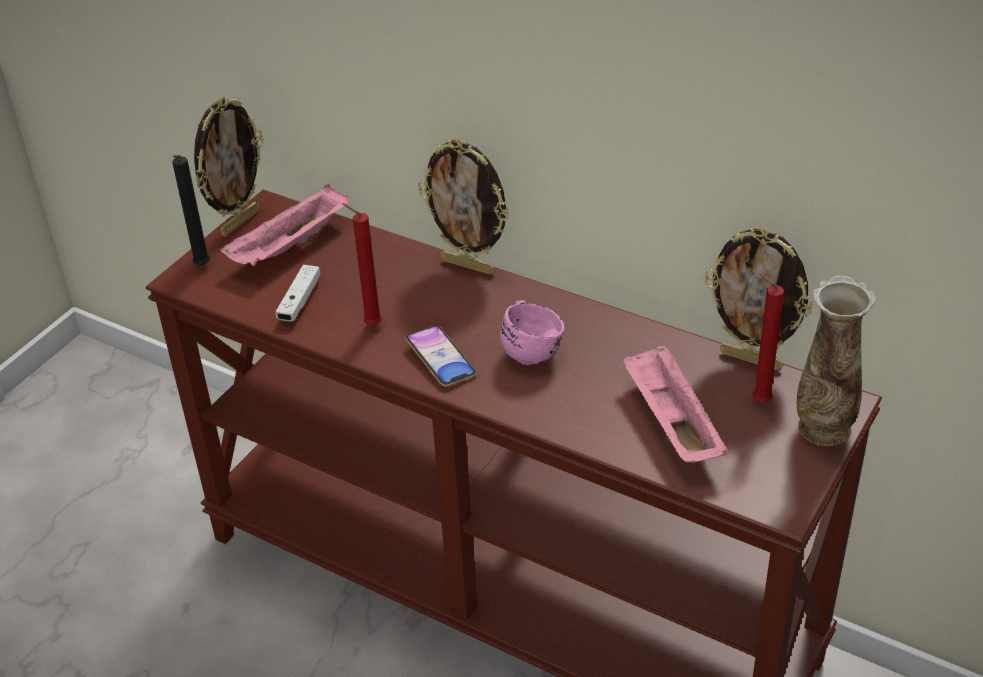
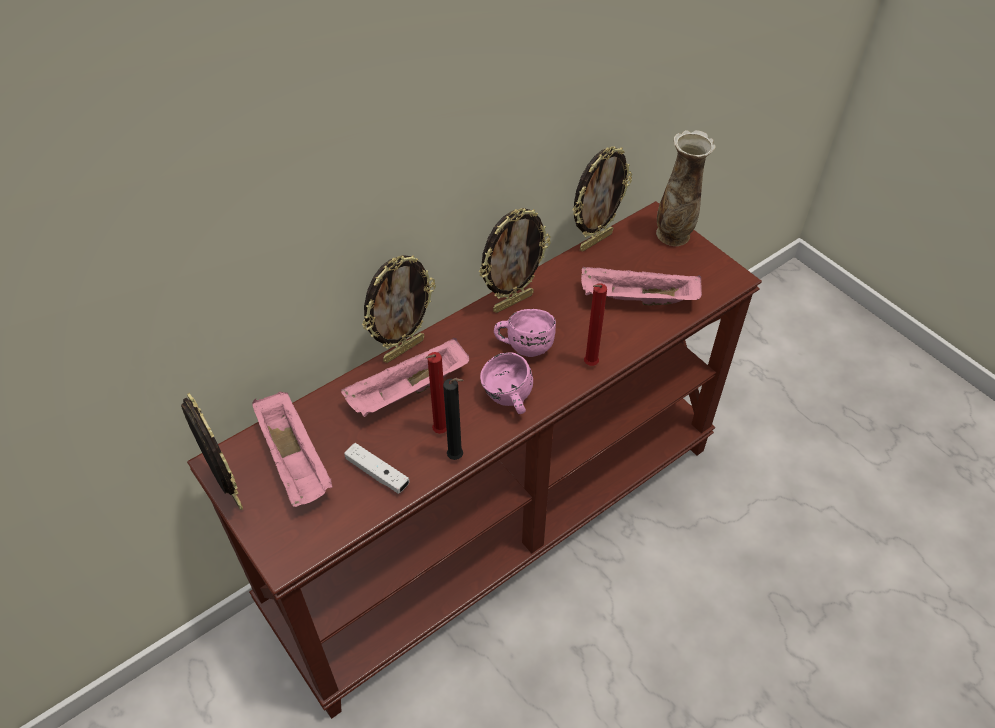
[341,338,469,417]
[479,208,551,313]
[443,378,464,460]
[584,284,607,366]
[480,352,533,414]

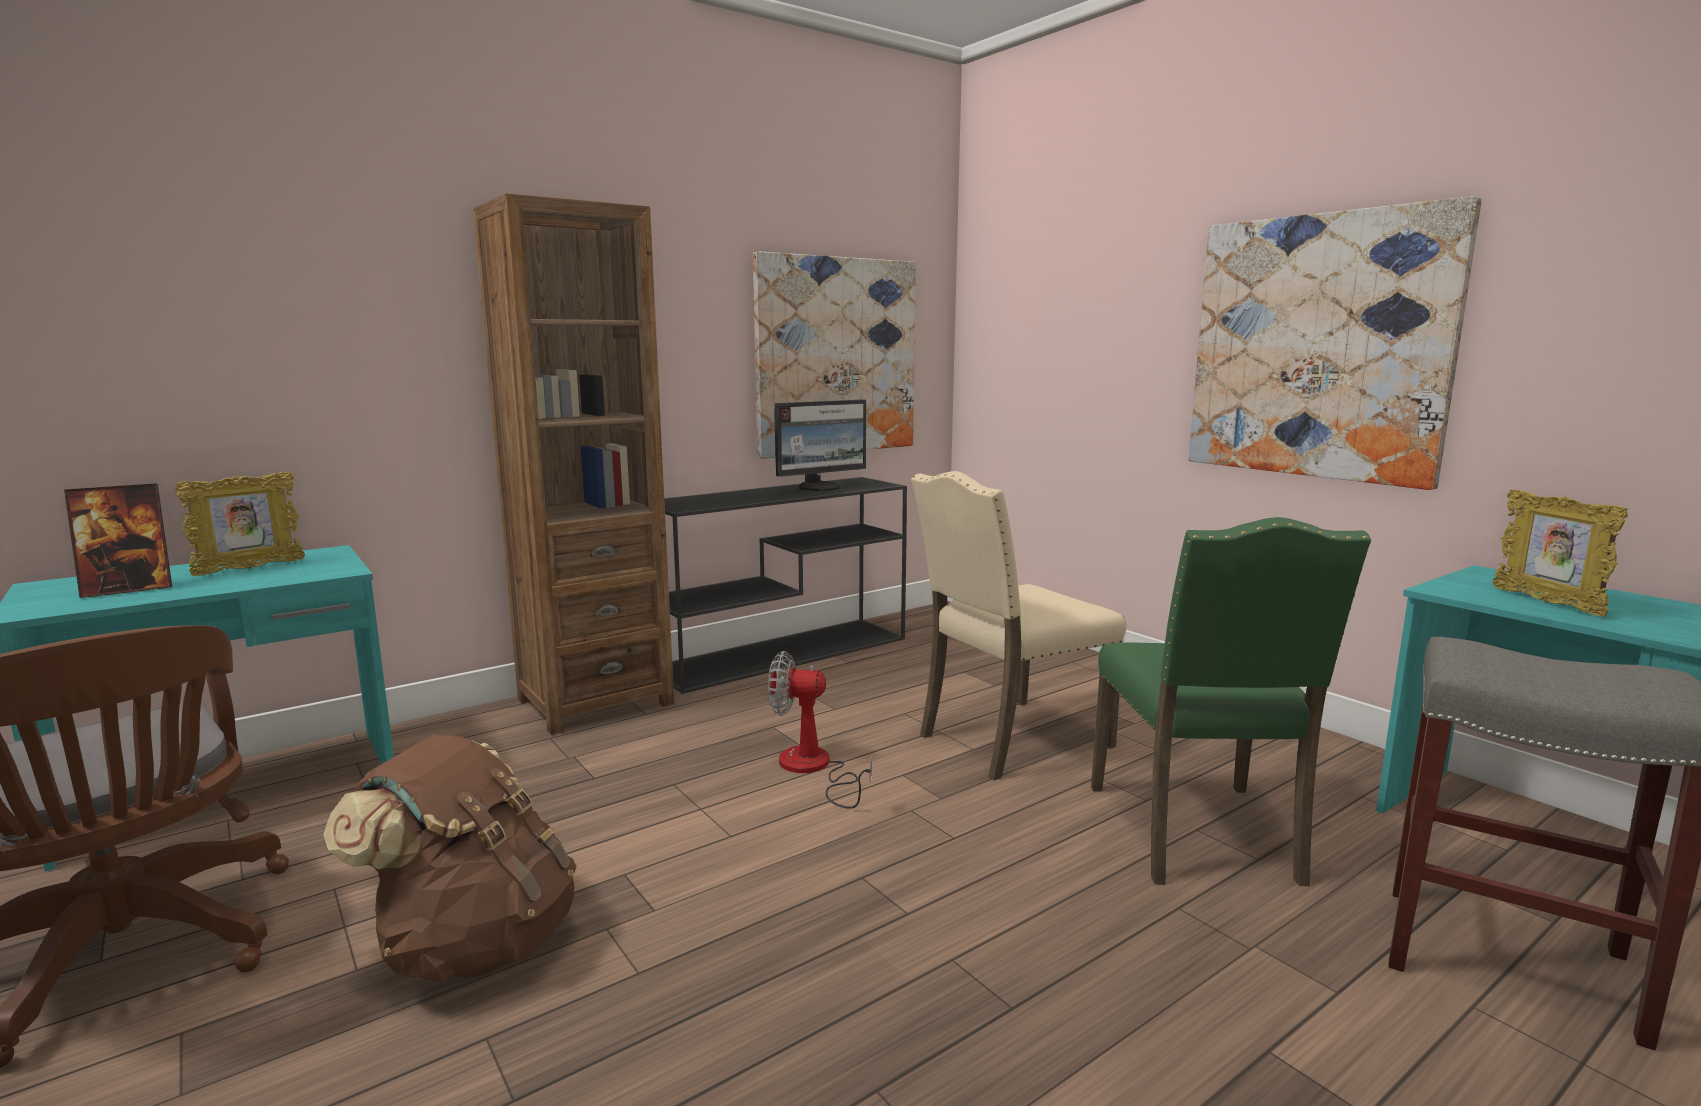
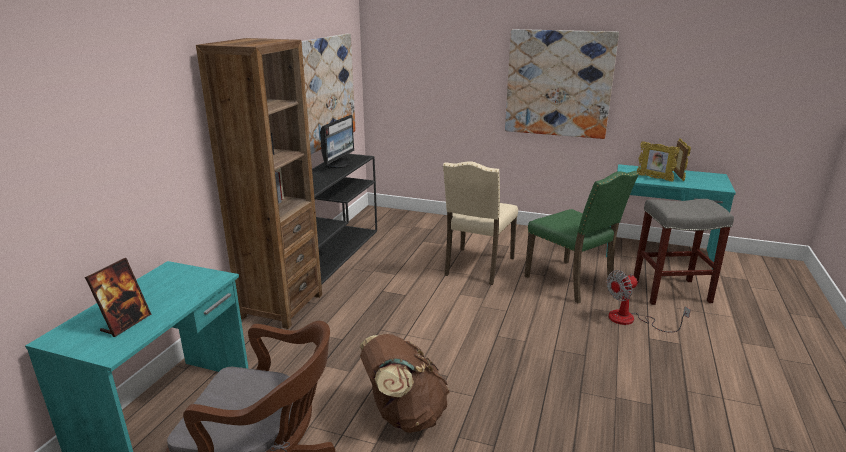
[674,138,691,181]
[606,270,691,333]

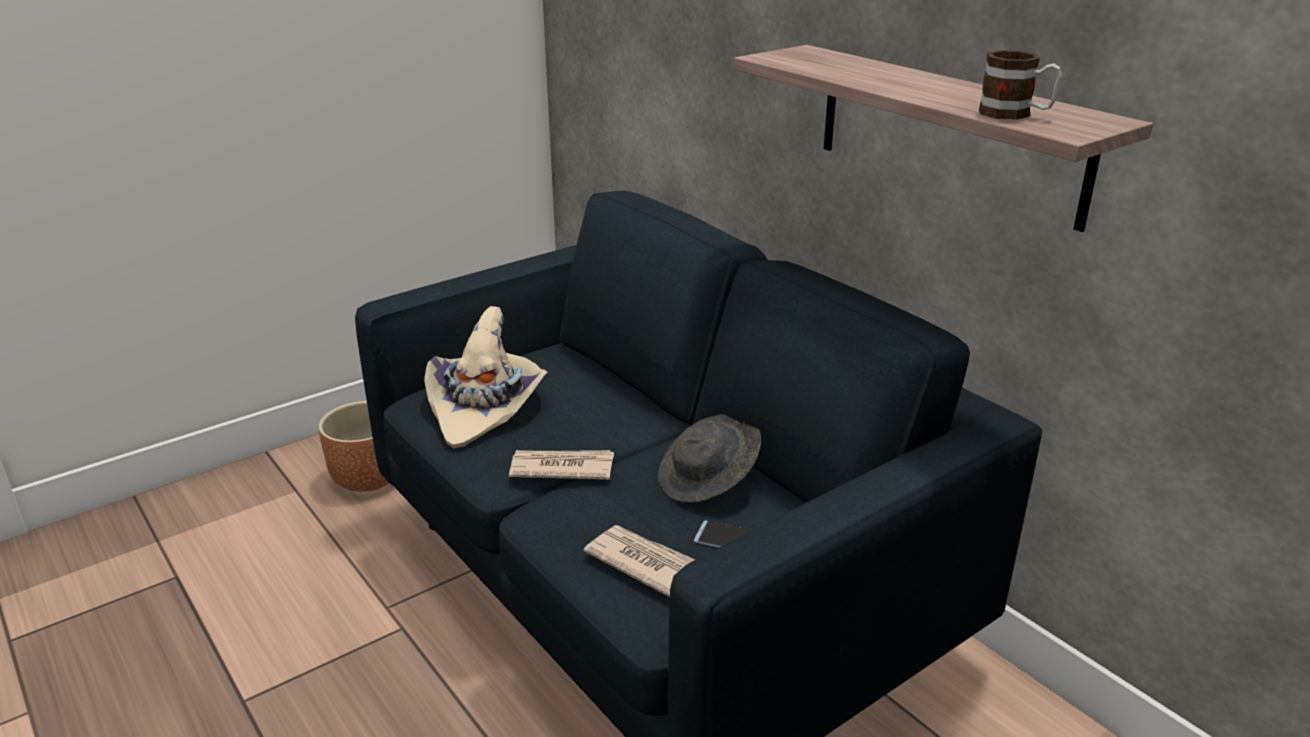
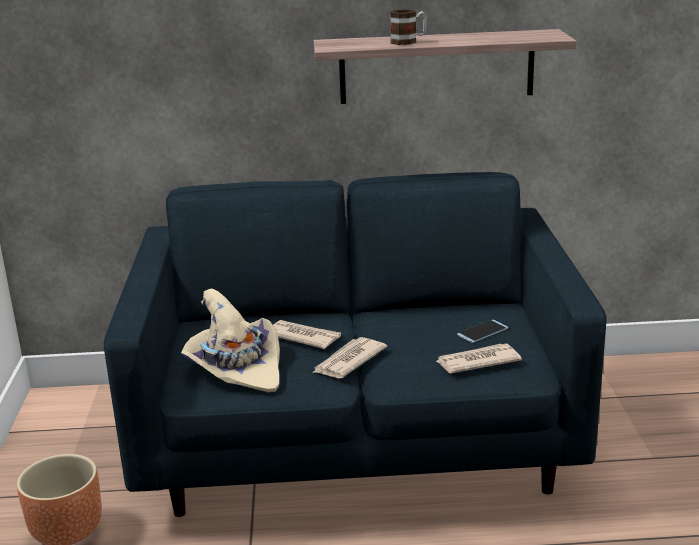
[658,414,761,503] (first image)
[273,320,341,349]
[390,9,427,45]

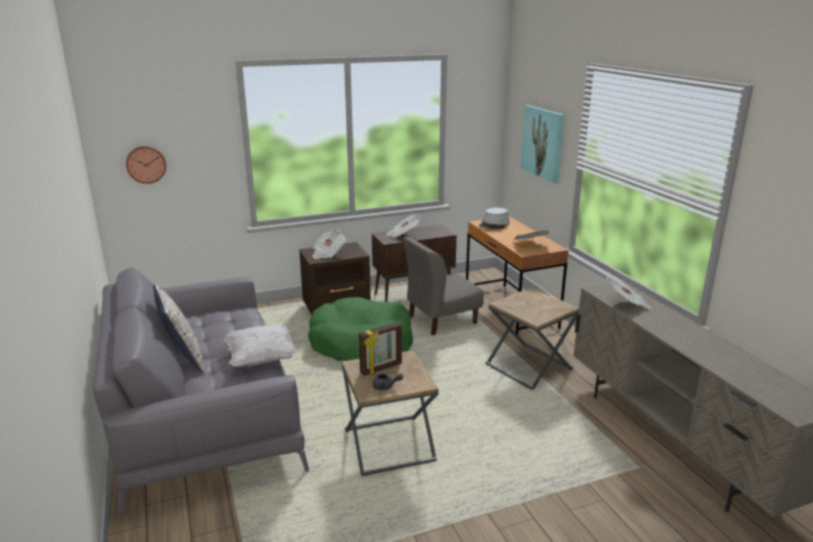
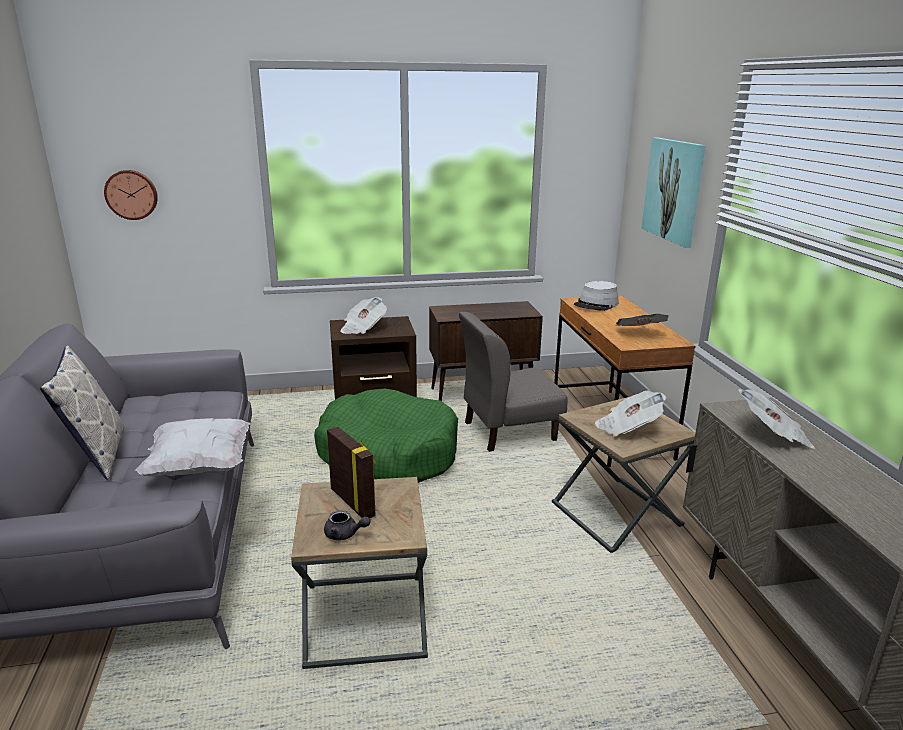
[595,391,667,437]
[327,427,376,518]

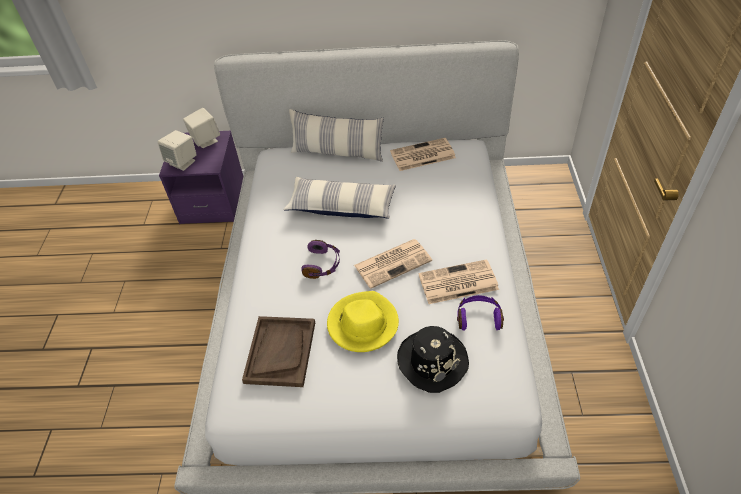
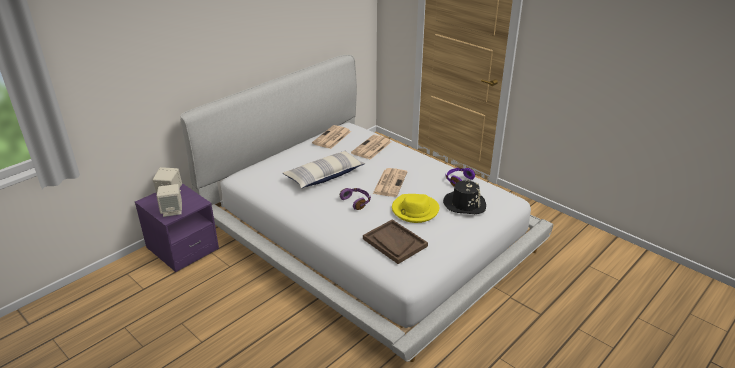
[289,109,384,162] (first image)
[351,135,391,160]

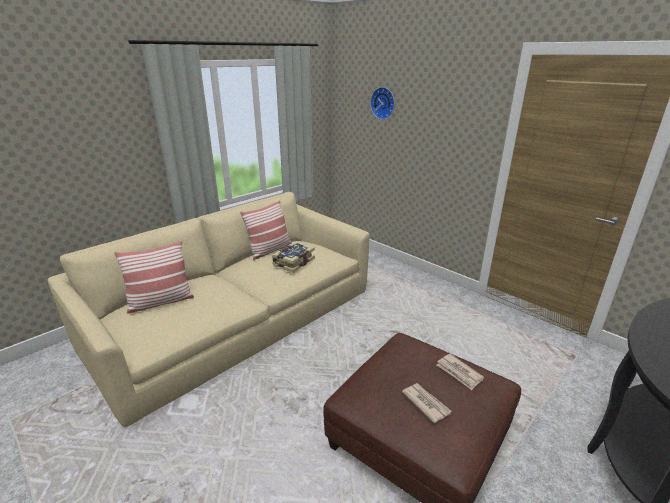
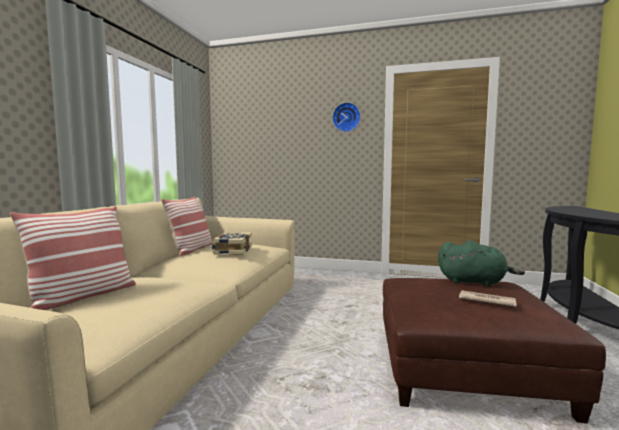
[332,102,361,132]
[438,240,525,286]

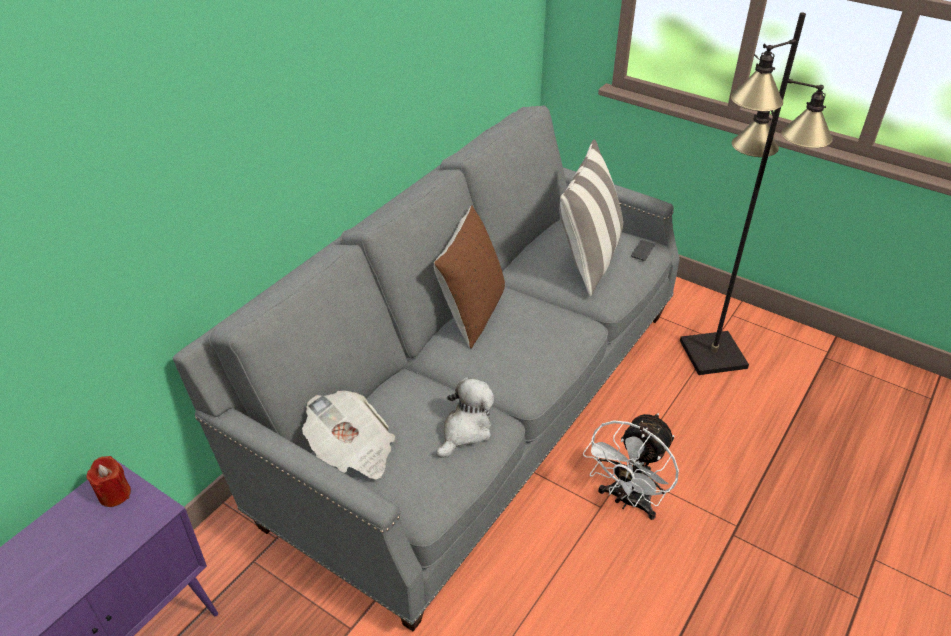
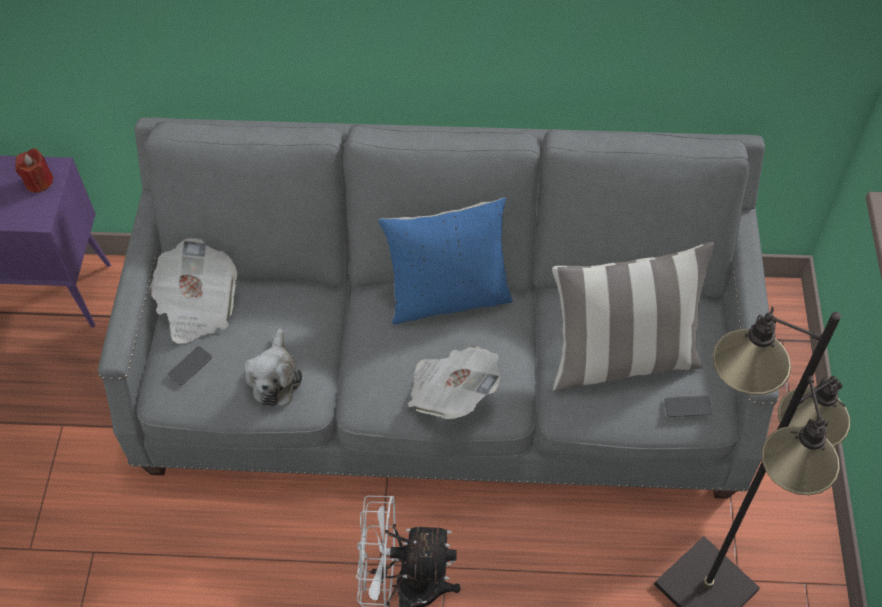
[168,346,212,385]
[408,346,500,419]
[378,197,513,324]
[245,329,302,406]

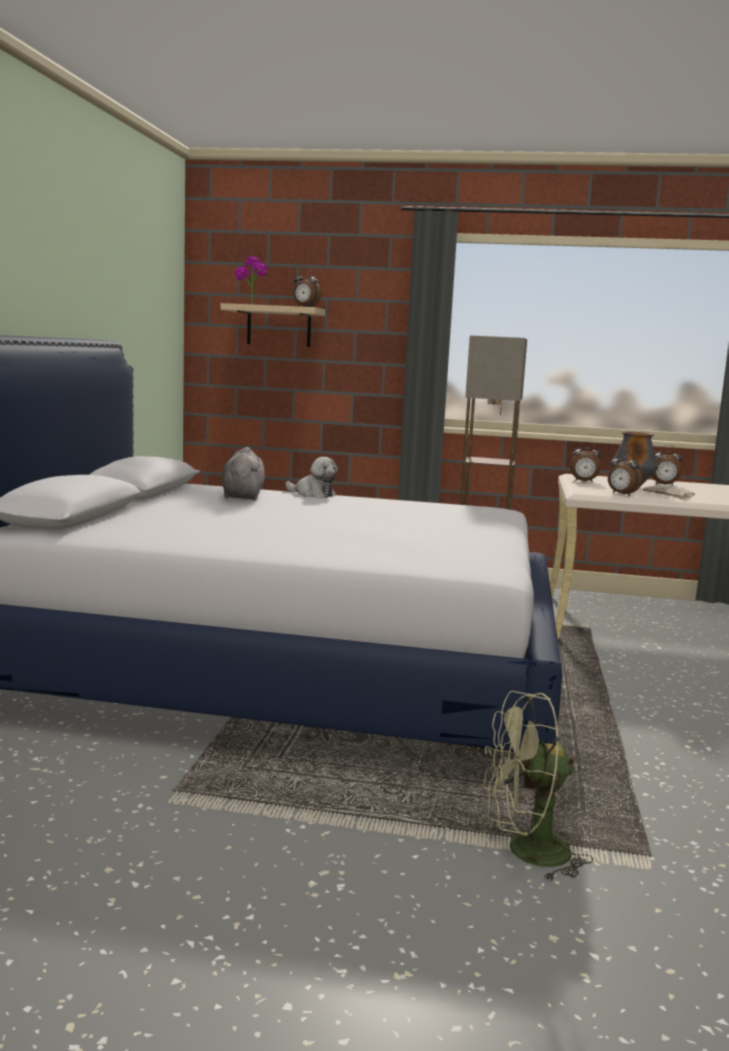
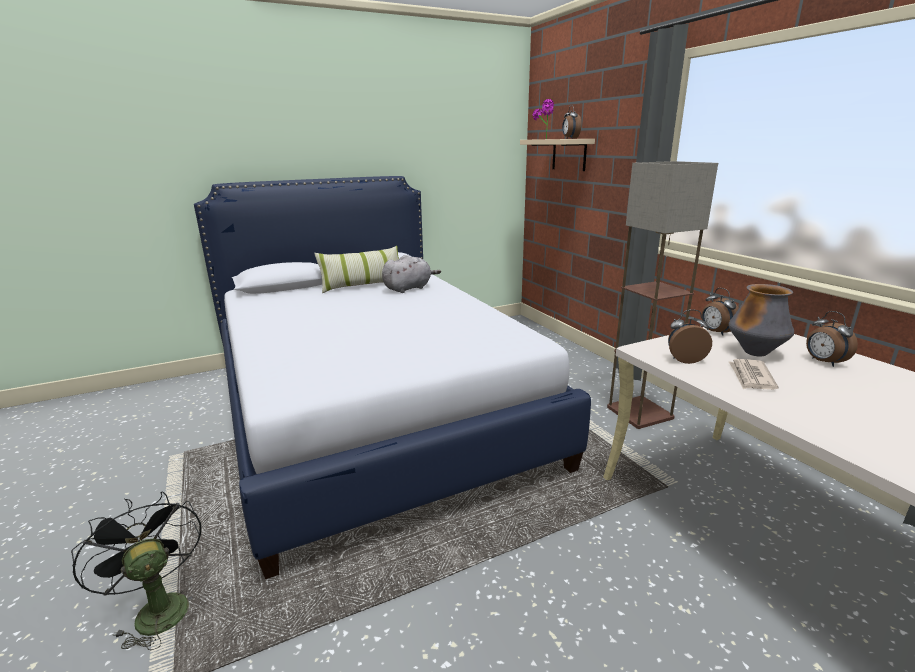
[285,457,338,498] (first image)
[314,246,399,293]
[71,491,201,651]
[668,309,712,364]

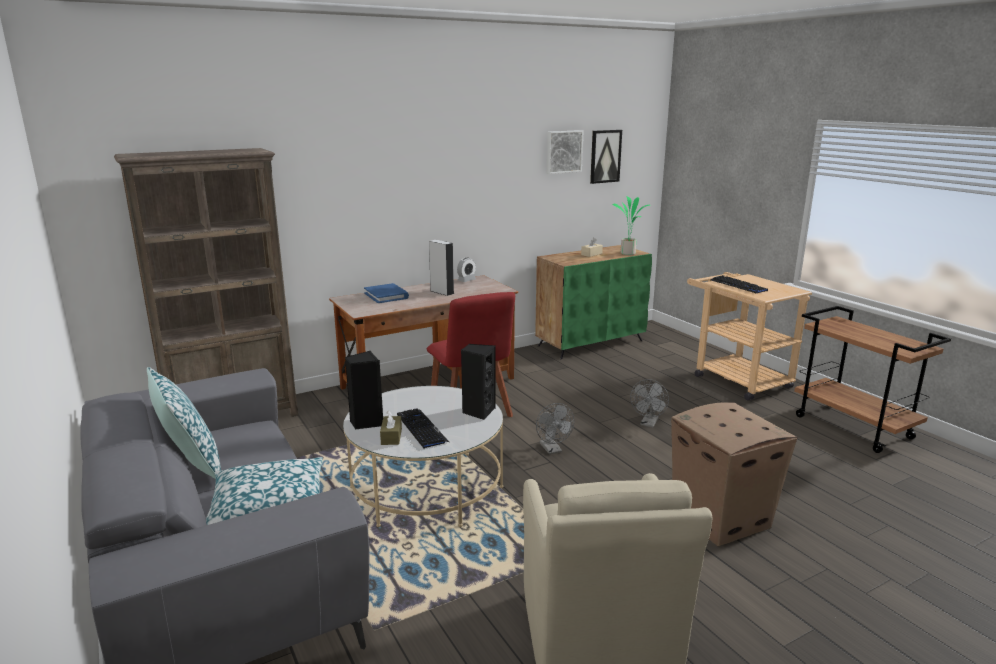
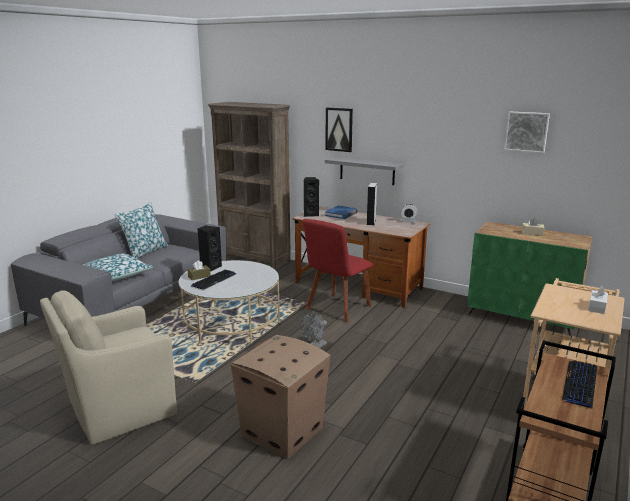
[612,196,650,255] (first image)
[630,379,669,428] (first image)
[325,157,403,185]
[588,286,608,314]
[304,177,319,217]
[325,108,353,152]
[562,361,597,409]

